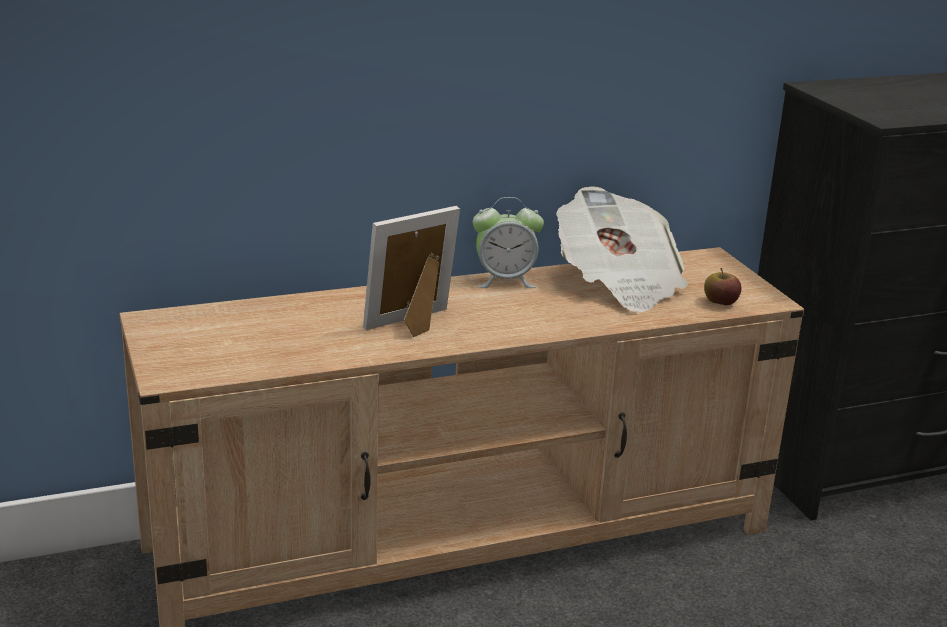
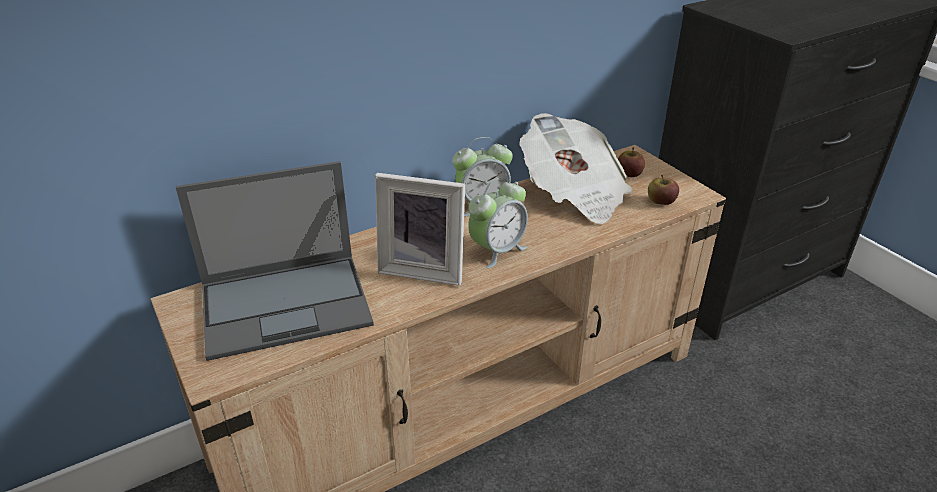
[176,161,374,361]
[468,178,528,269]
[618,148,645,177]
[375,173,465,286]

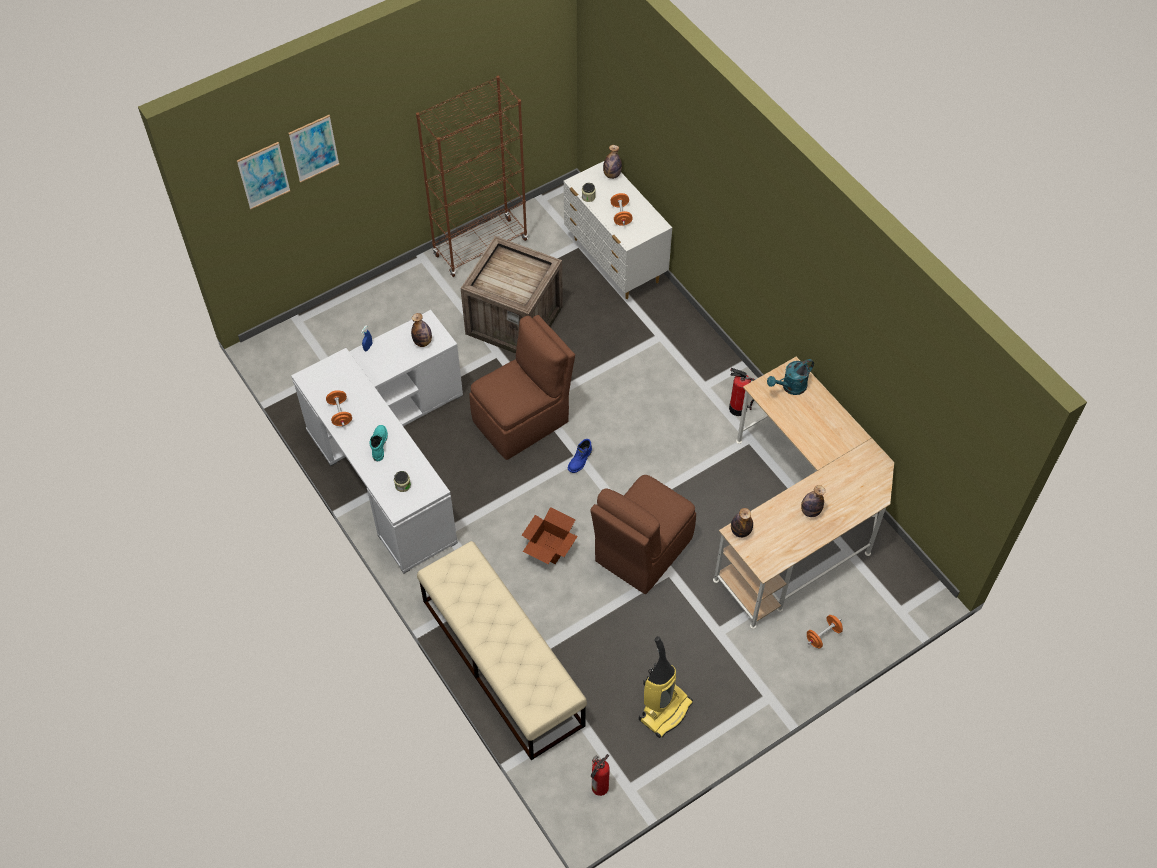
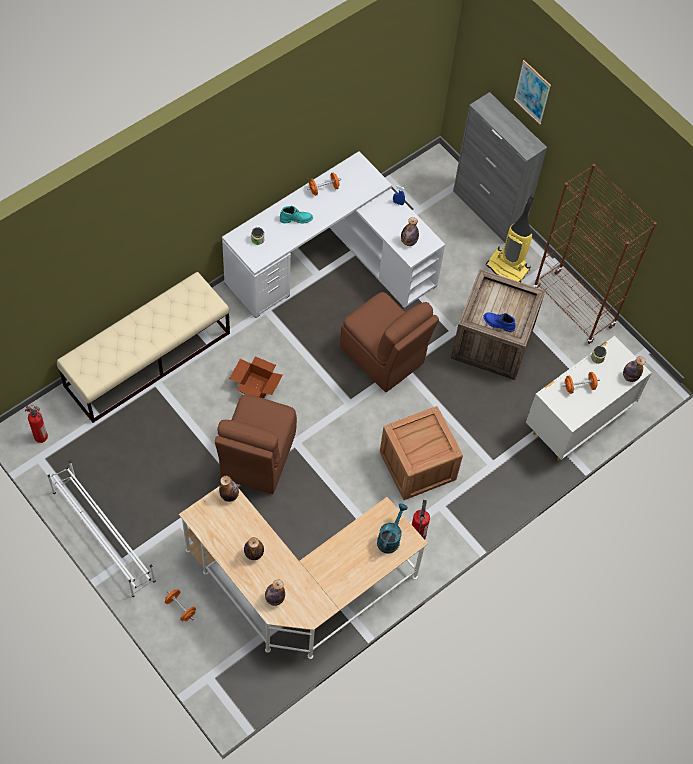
[237,142,290,210] (first image)
[47,461,156,597]
[265,579,285,606]
[380,406,463,500]
[453,92,547,243]
[483,312,516,332]
[486,195,535,282]
[215,394,297,494]
[377,504,408,553]

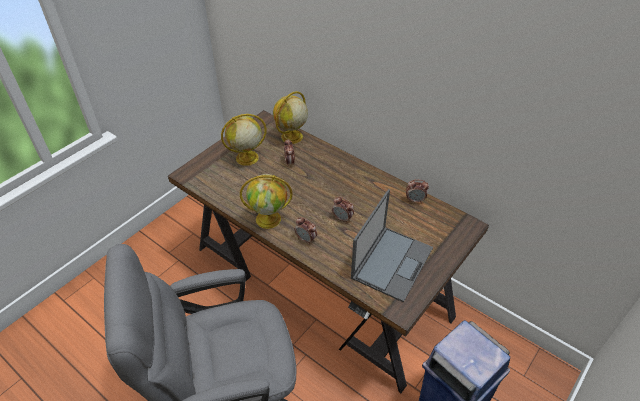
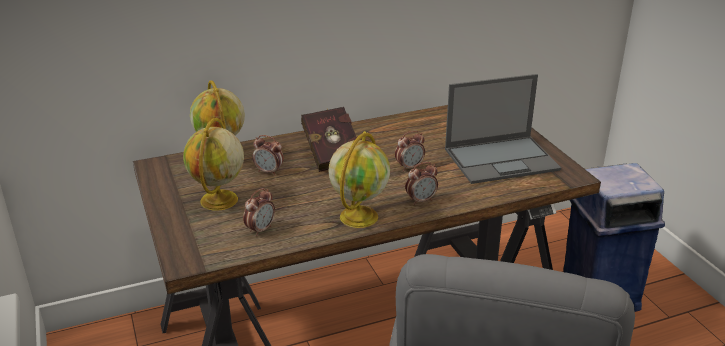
[301,107,358,172]
[243,188,275,236]
[445,74,561,184]

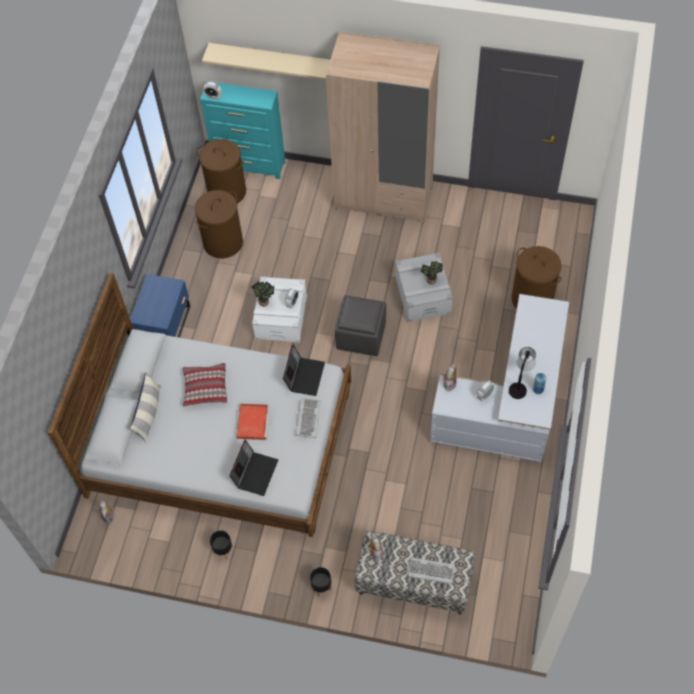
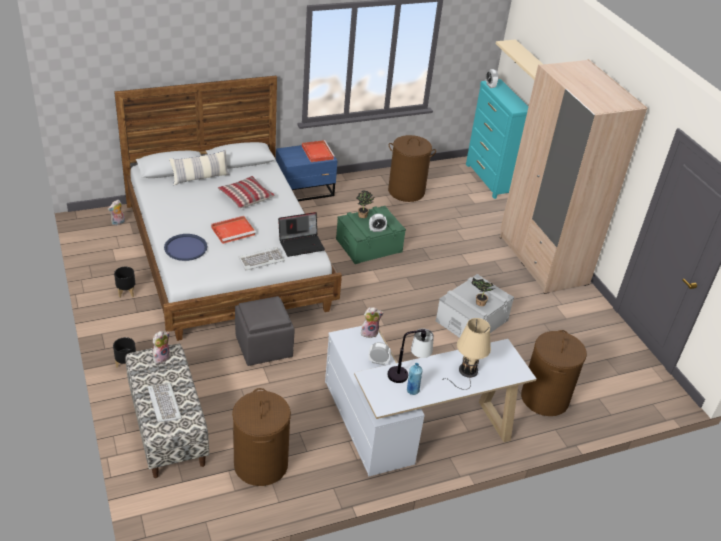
[302,140,335,162]
[442,318,491,390]
[232,388,291,486]
[235,296,294,366]
[164,234,207,261]
[336,206,406,264]

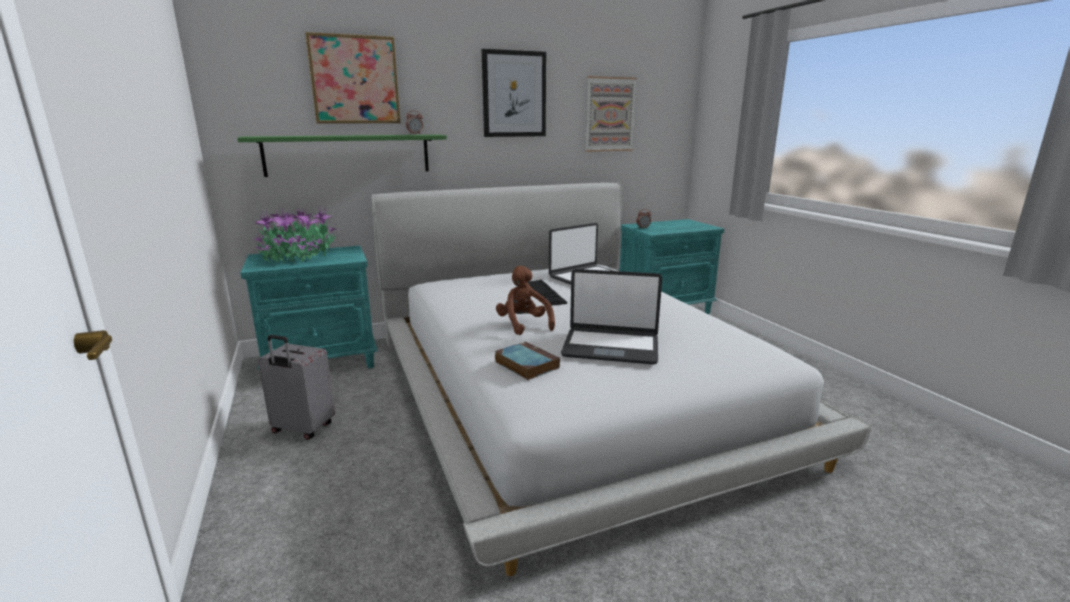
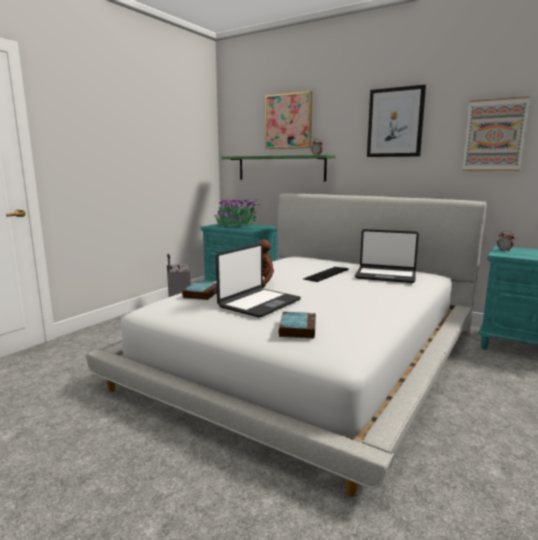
[278,312,316,339]
[216,243,301,318]

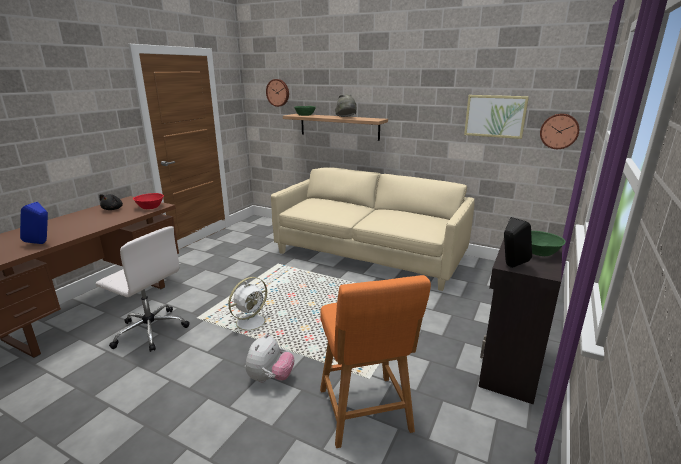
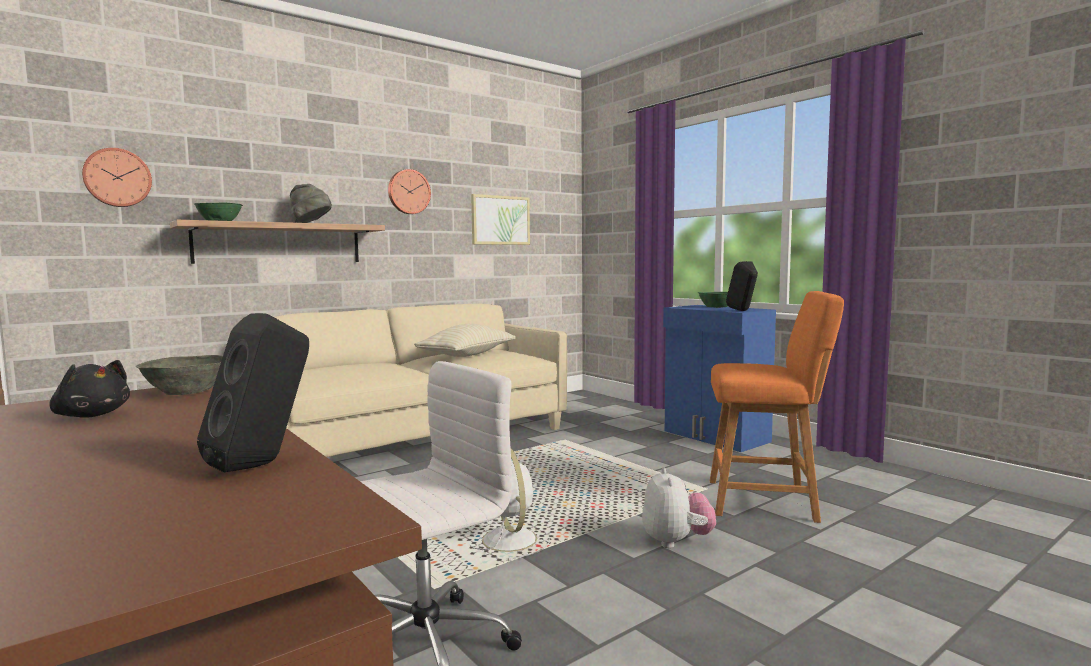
[414,324,516,357]
[388,169,431,214]
[197,313,309,473]
[136,355,223,395]
[663,305,776,452]
[642,467,716,548]

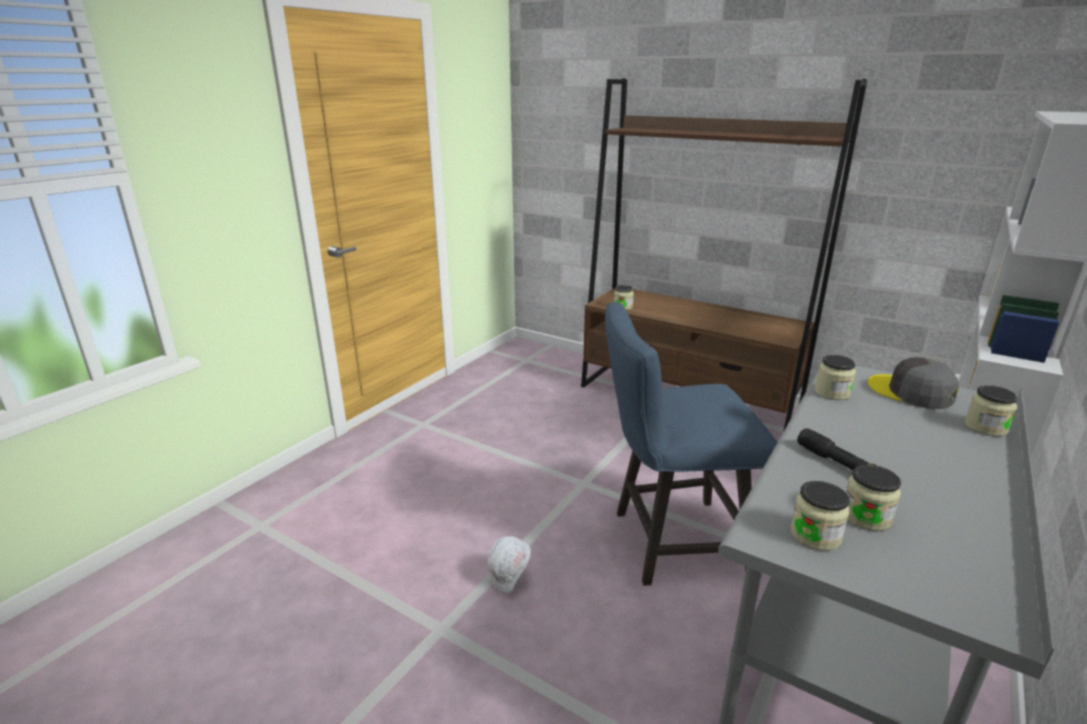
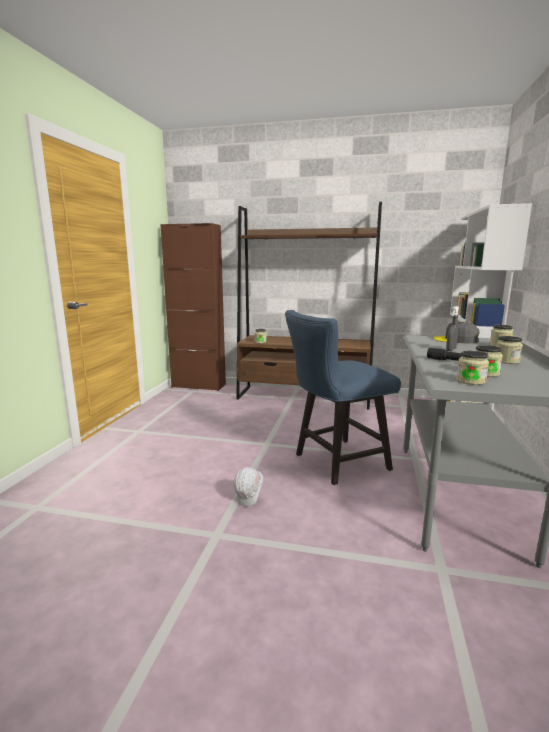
[160,223,226,391]
[446,306,459,351]
[496,336,523,364]

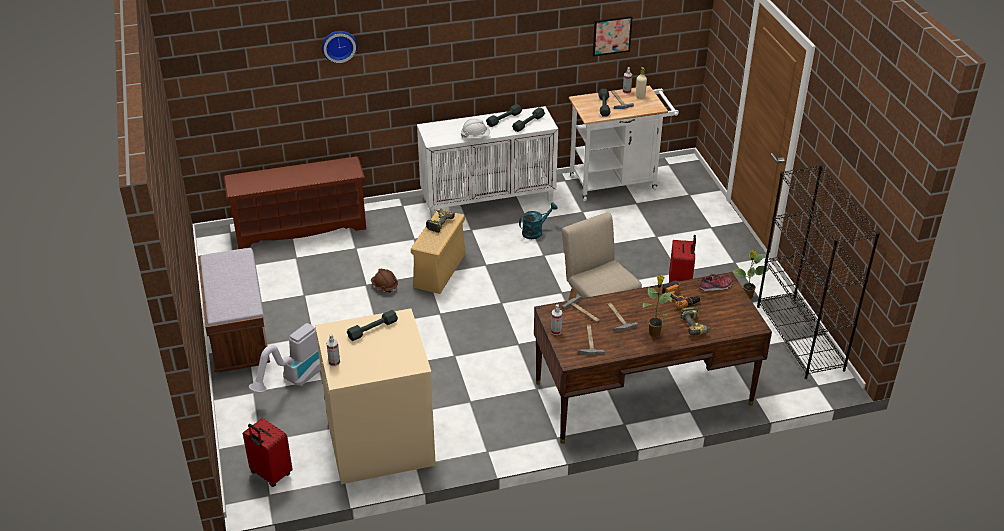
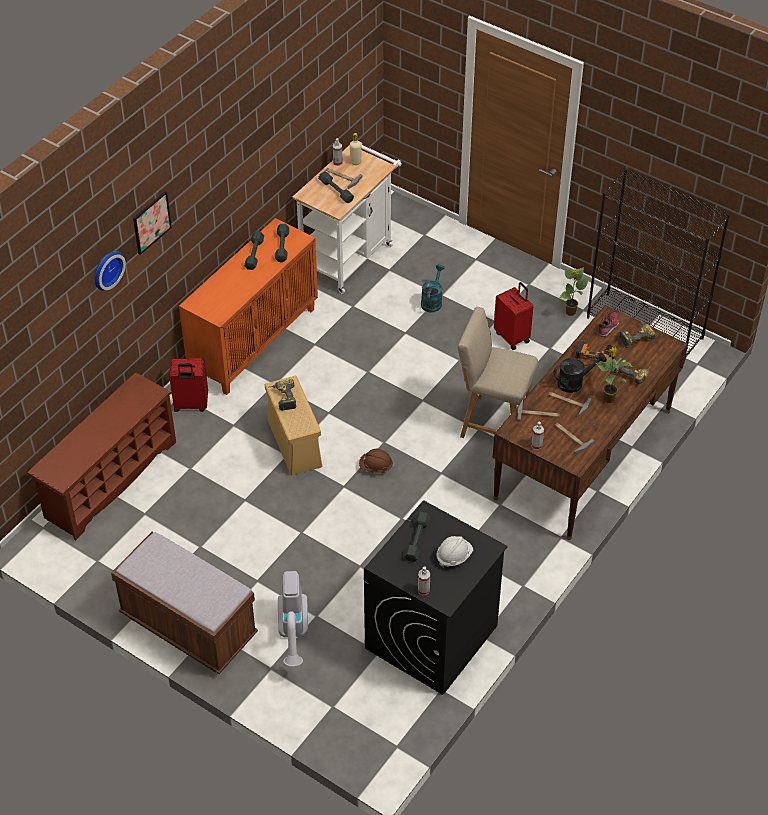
[554,352,607,393]
[619,320,656,348]
[169,358,208,412]
[359,449,393,473]
[437,536,473,568]
[421,264,445,313]
[133,191,172,255]
[364,500,508,695]
[179,218,318,395]

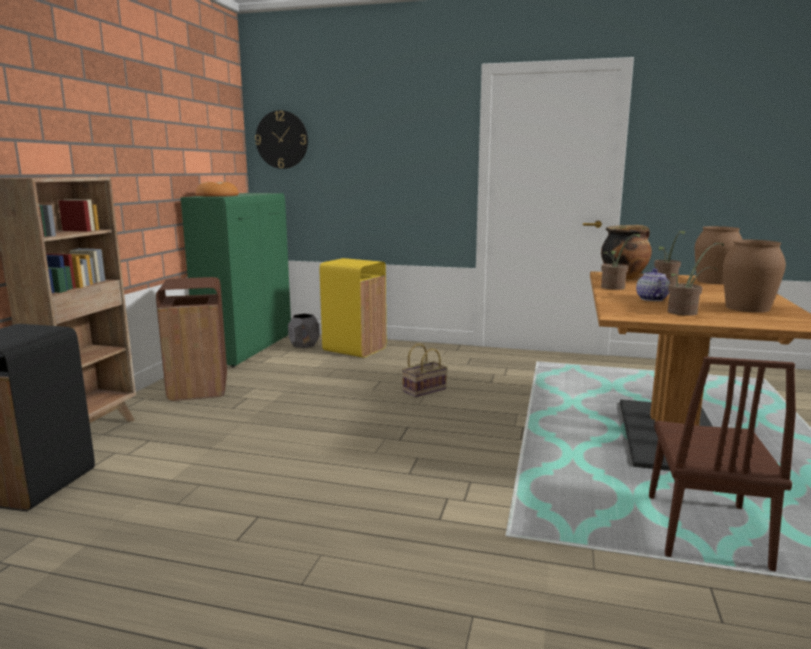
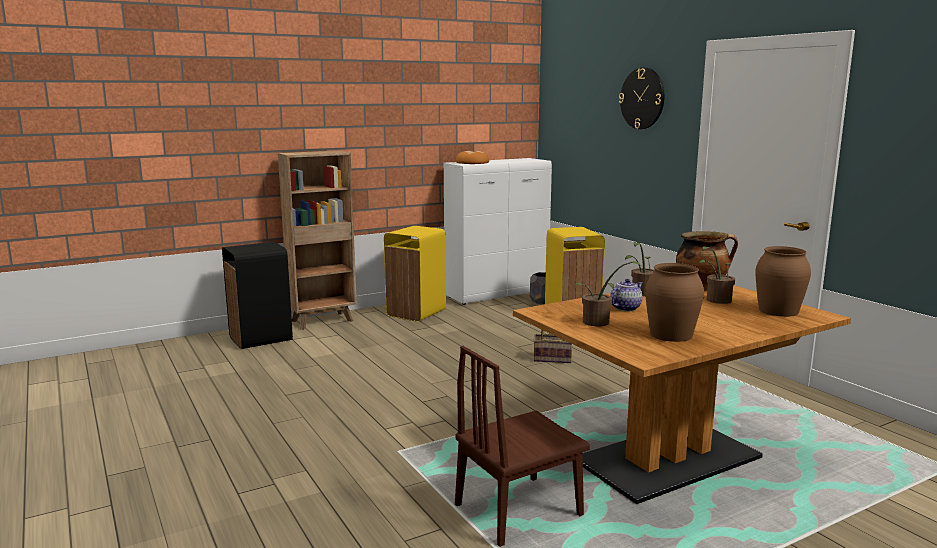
[619,68,664,129]
[384,226,446,322]
[444,158,552,305]

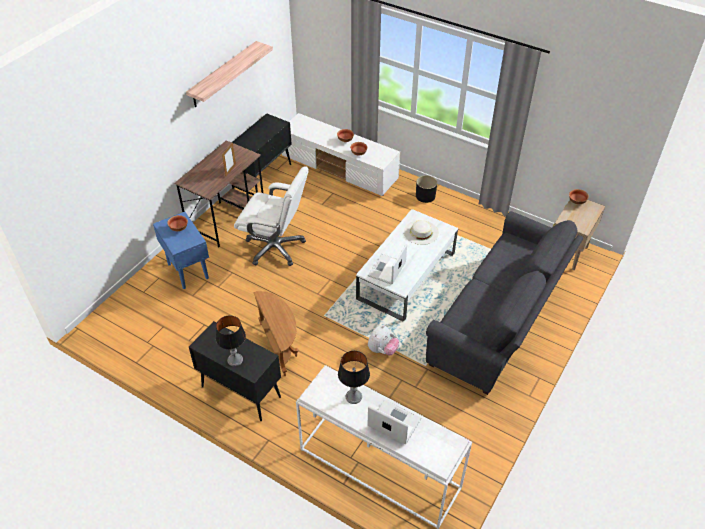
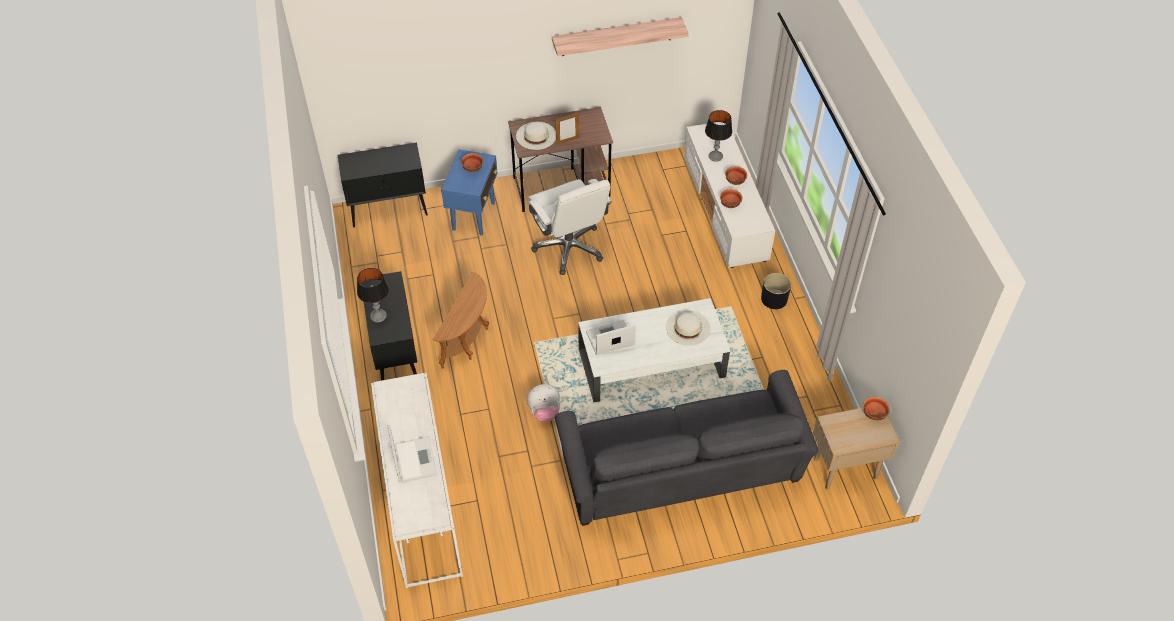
[516,122,556,150]
[338,143,428,227]
[705,110,732,162]

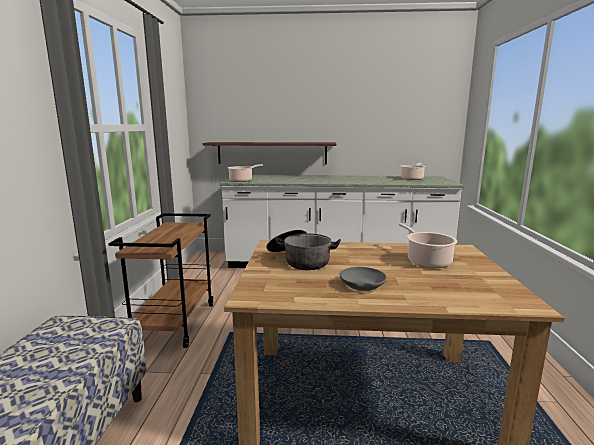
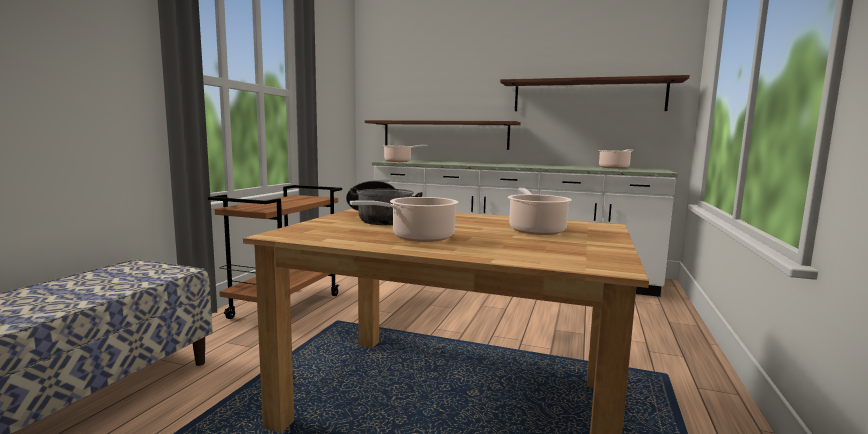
[500,75,690,111]
[350,197,459,242]

